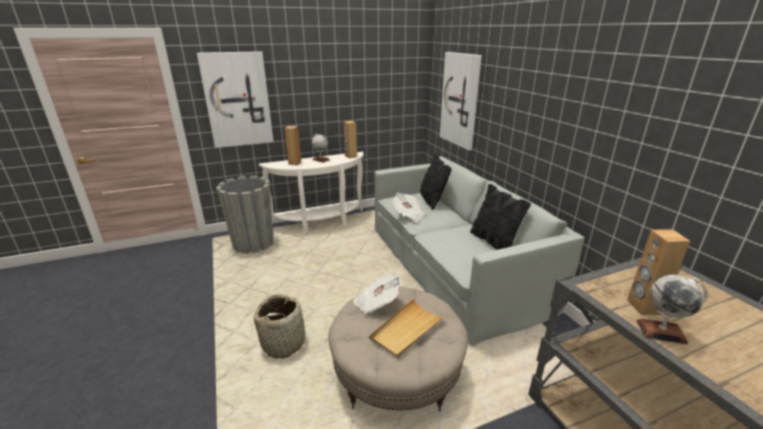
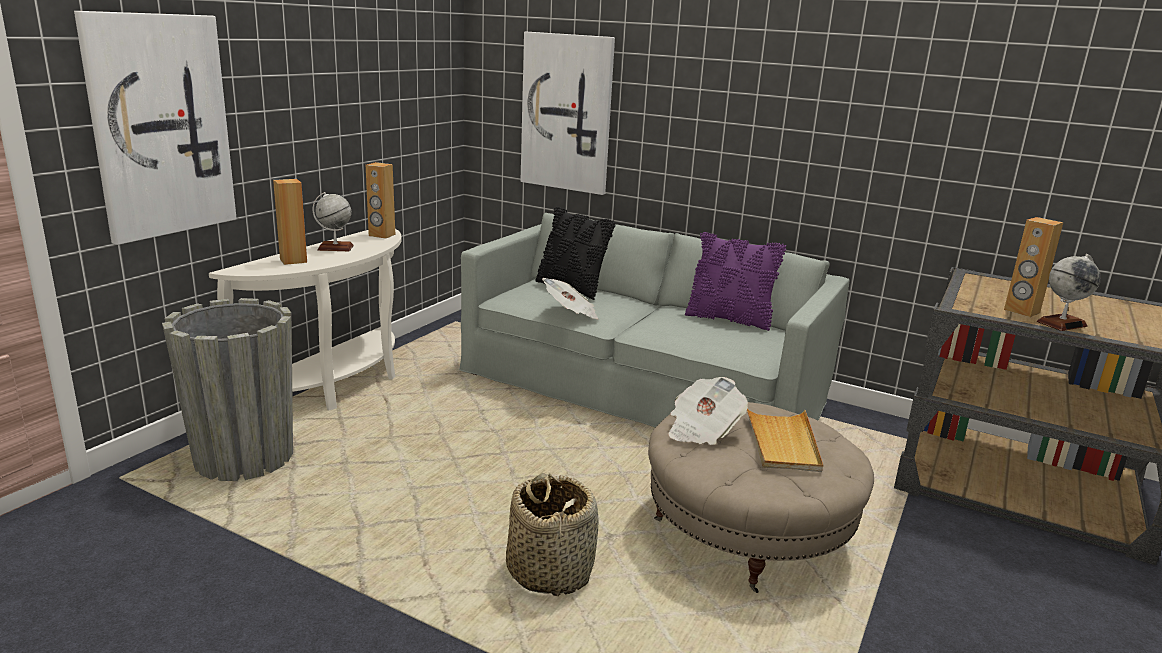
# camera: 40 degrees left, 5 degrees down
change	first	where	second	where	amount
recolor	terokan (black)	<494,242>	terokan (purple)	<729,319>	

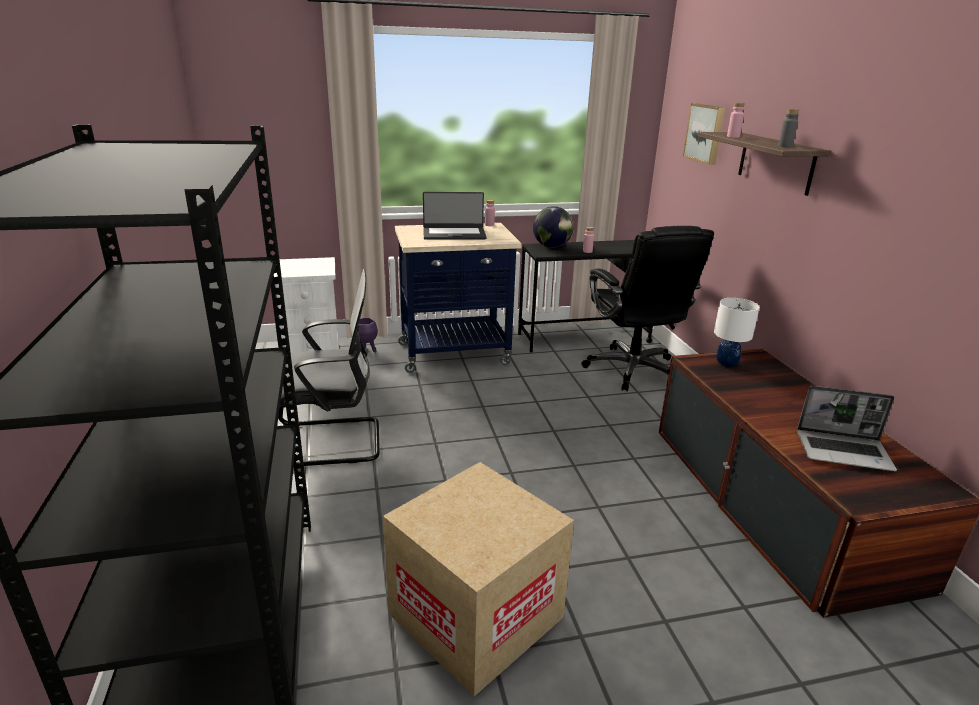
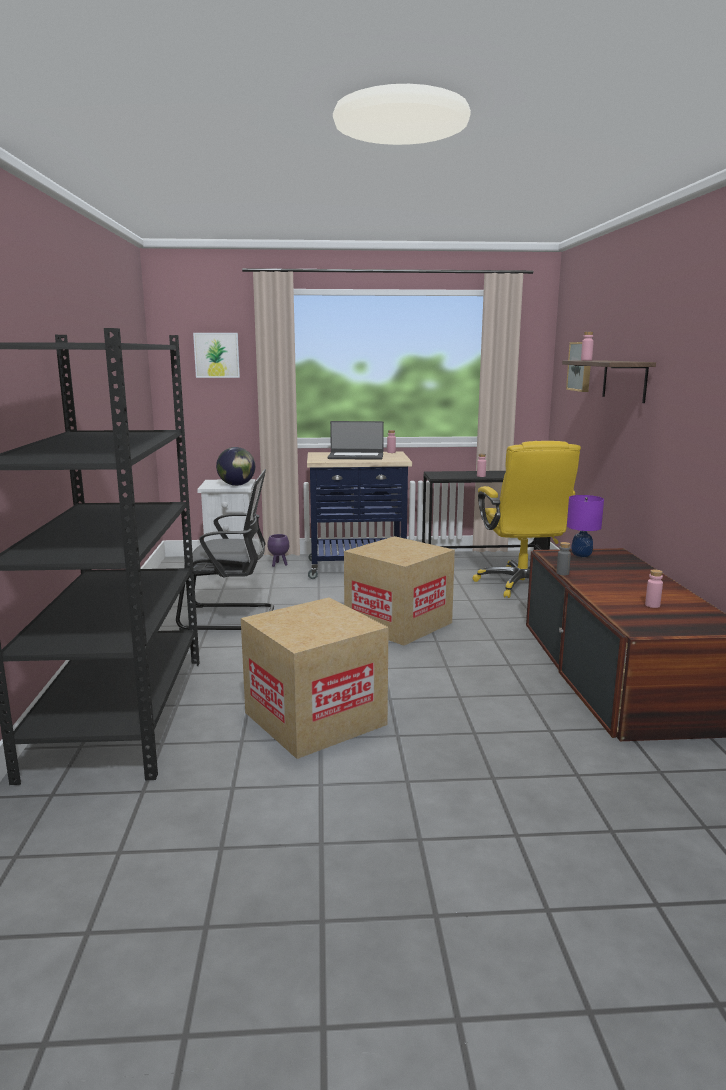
# camera: 10 degrees right, 10 degrees down
change	first	where	second	where	amount
move	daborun	<552,246>		<237,485>	
recolor	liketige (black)	<633,369>	liketige (yellow)	<522,584>	
recolor	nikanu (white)	<727,363>	nikanu (purple)	<582,555>	
move	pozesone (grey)	<785,146>		<562,573>	
replace	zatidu	<844,451>	pozesone (pink)	<652,605>	
insert			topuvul	<216,355>	
insert			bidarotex	<398,623>	

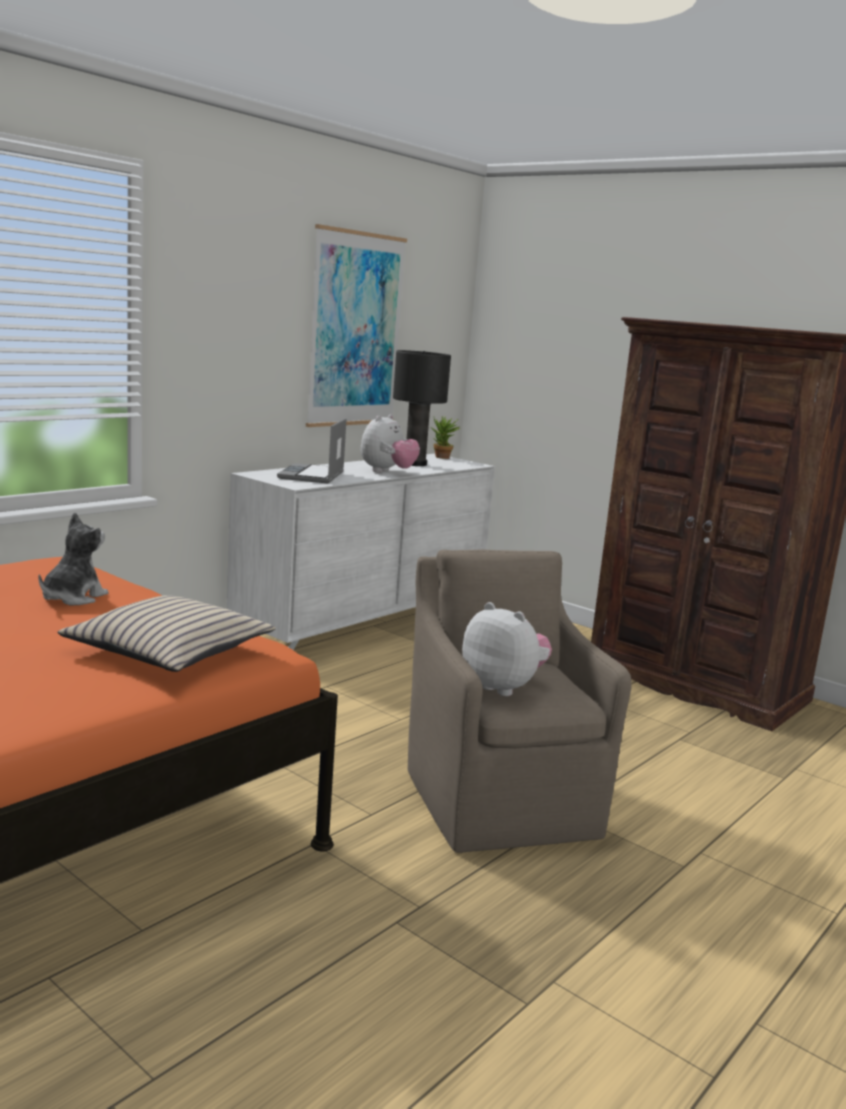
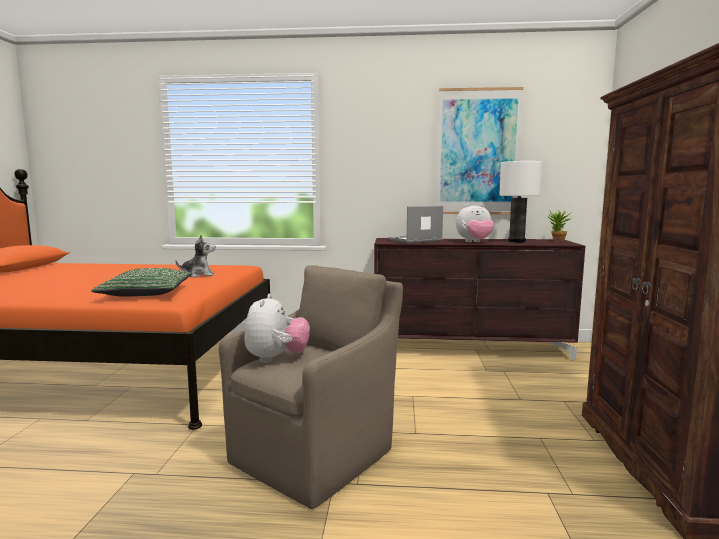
# camera: 55 degrees right, 5 degrees down
change	first	where	second	where	amount
recolor	terokan (beige)	<169,651>	terokan (green)	<146,292>	
recolor	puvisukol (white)	<363,626>	puvisukol (brown)	<469,348>	
recolor	nikanu (black)	<414,464>	nikanu (white)	<516,241>	

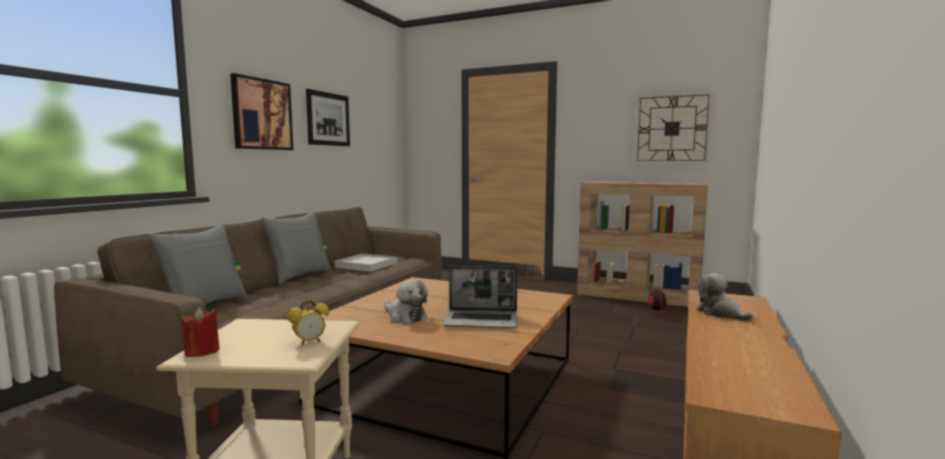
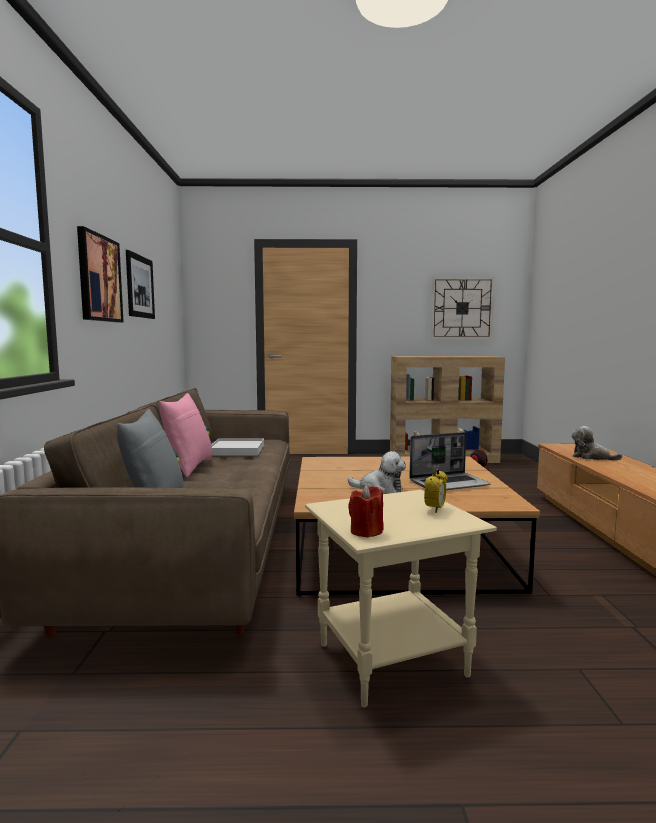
# camera: 25 degrees left, 0 degrees up
change	first	where	second	where	amount
recolor	terokan (grey)	<299,276>	terokan (pink)	<189,468>	

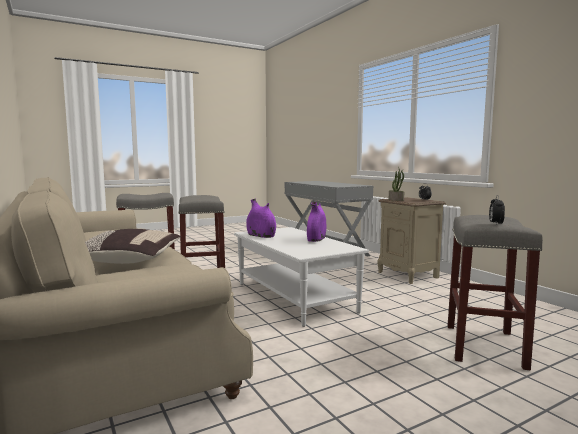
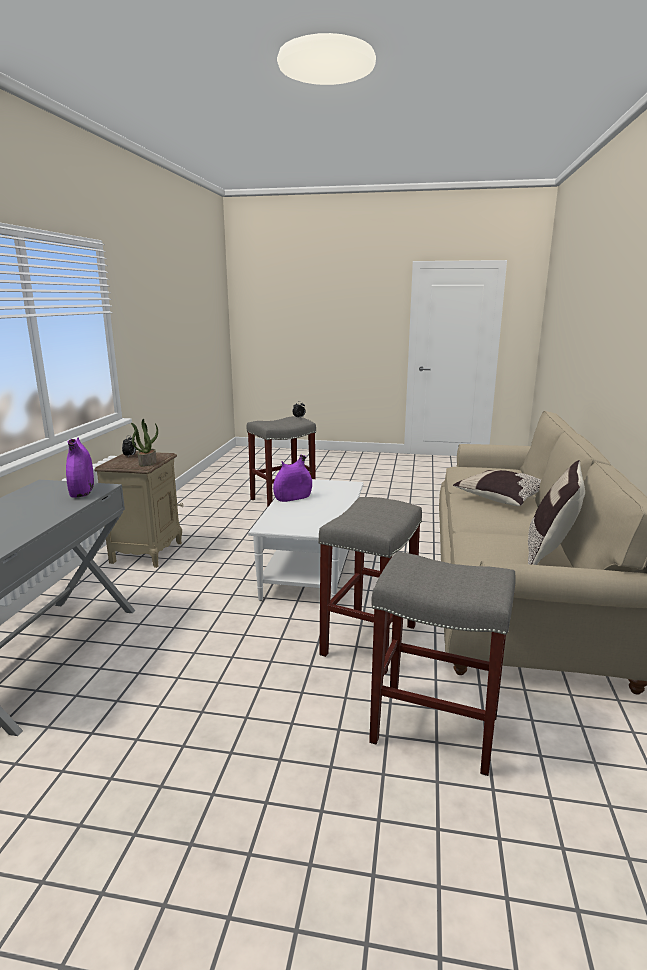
# camera: 140 degrees left, 10 degrees up
change	first	where	second	where	amount
move	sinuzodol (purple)	<261,236>		<82,491>	
insert			terokan	<550,554>	

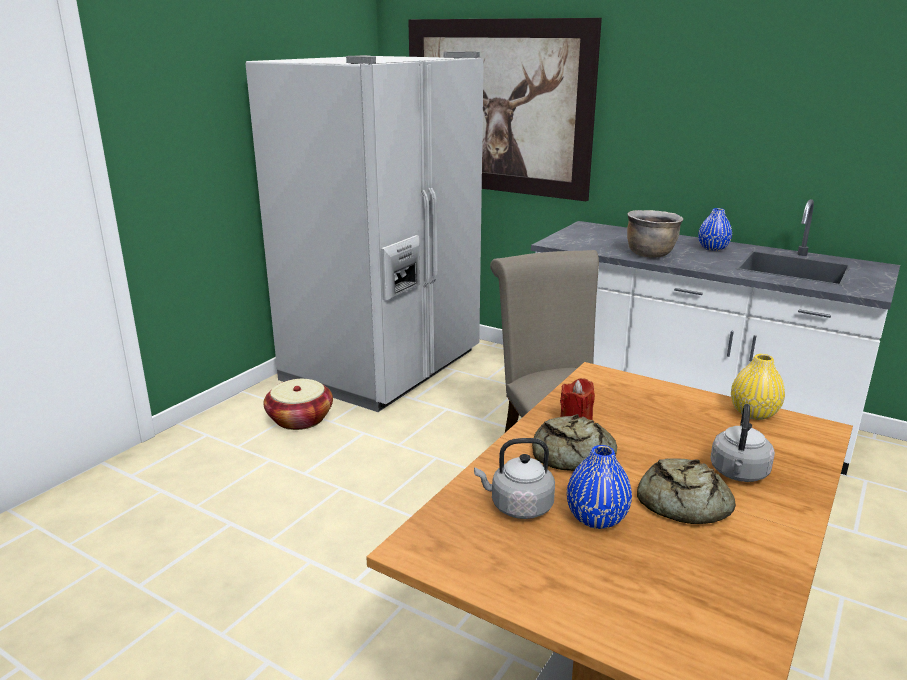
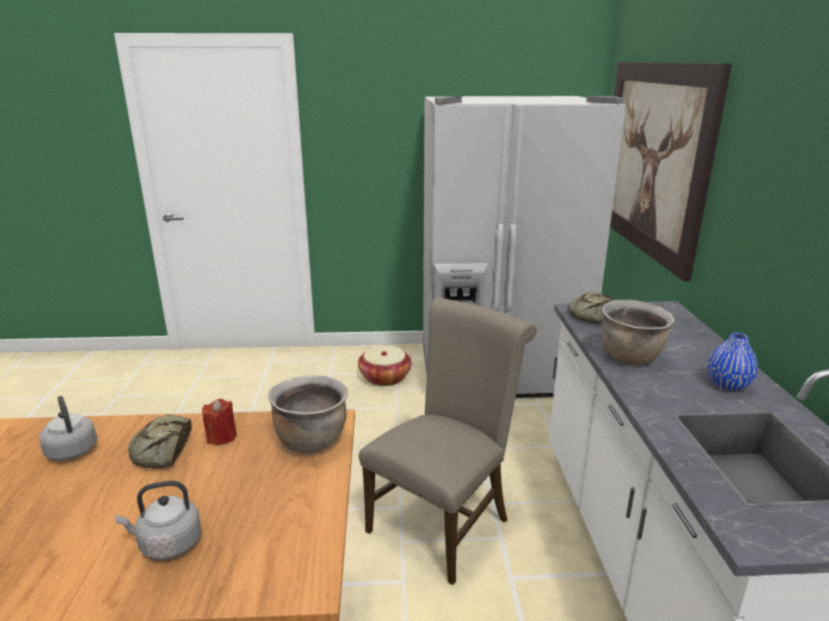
# camera: 55 degrees right, 0 degrees up
change	first	where	second	where	amount
delete	sinuzodol (blue)	<596,518>			
move	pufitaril	<681,502>		<590,315>	
delete	sinuzodol (yellow)	<754,413>			
insert			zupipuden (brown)	<311,441>	

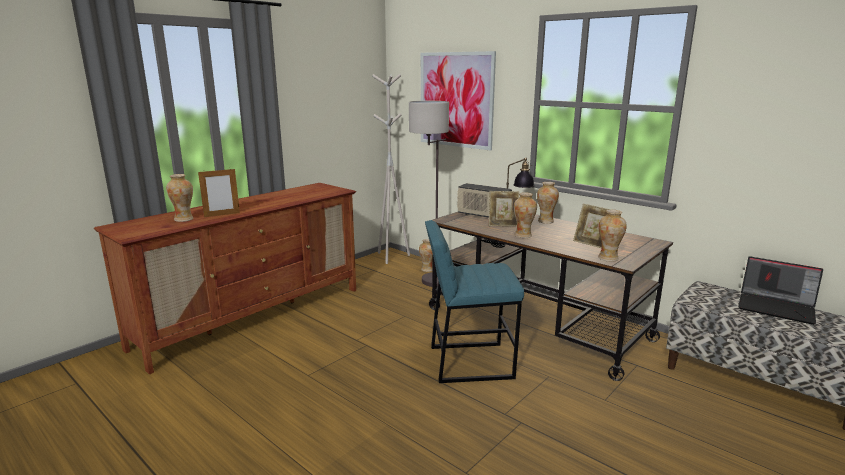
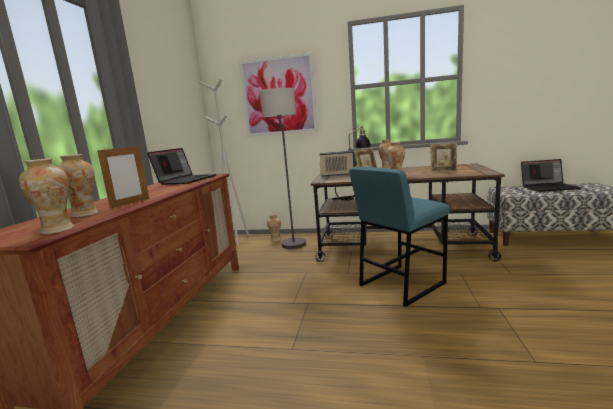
# camera: 30 degrees left, 5 degrees down
change	first	where	second	where	amount
move	sinuzodol	<608,258>		<57,230>	
insert			zatidu	<186,180>	

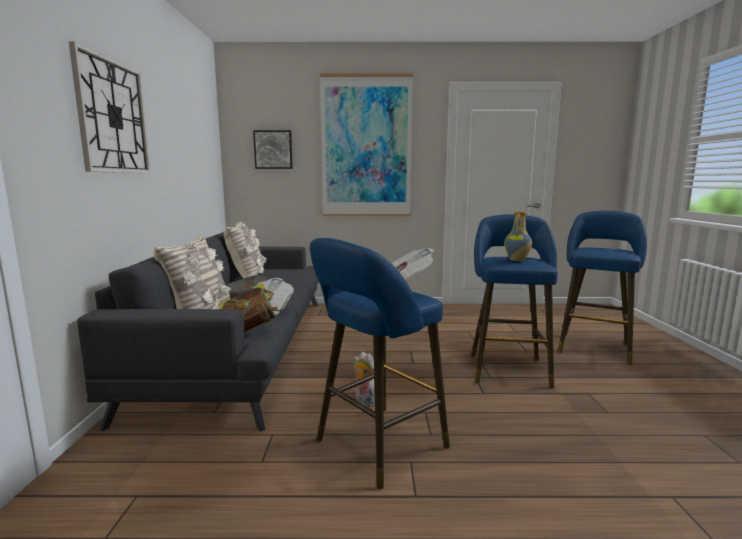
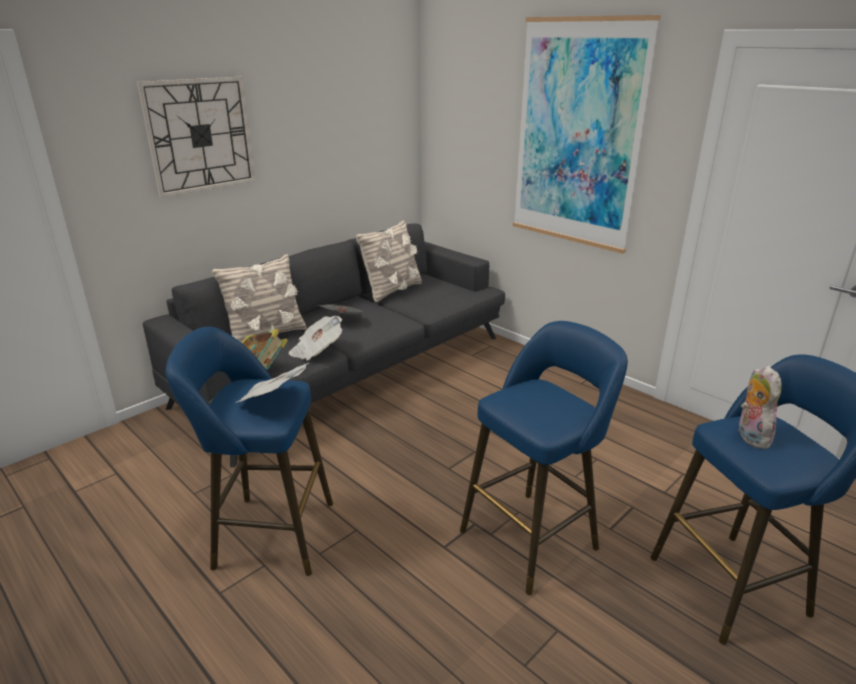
# camera: 45 degrees right, 15 degrees up
change	first	where	second	where	amount
delete	topuvul	<273,149>			
move	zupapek	<364,401>		<749,436>	
delete	sinuzodol	<517,260>			

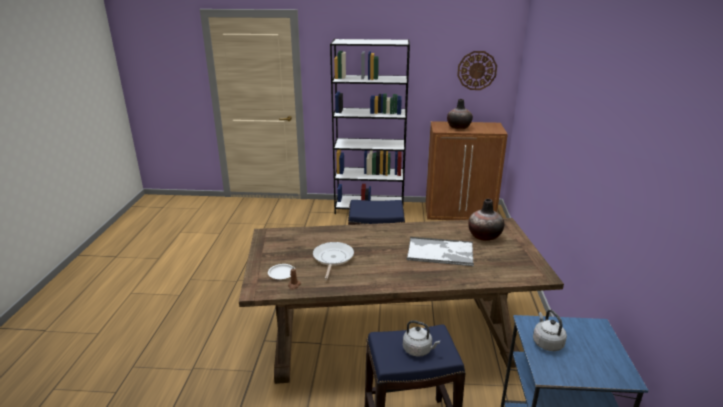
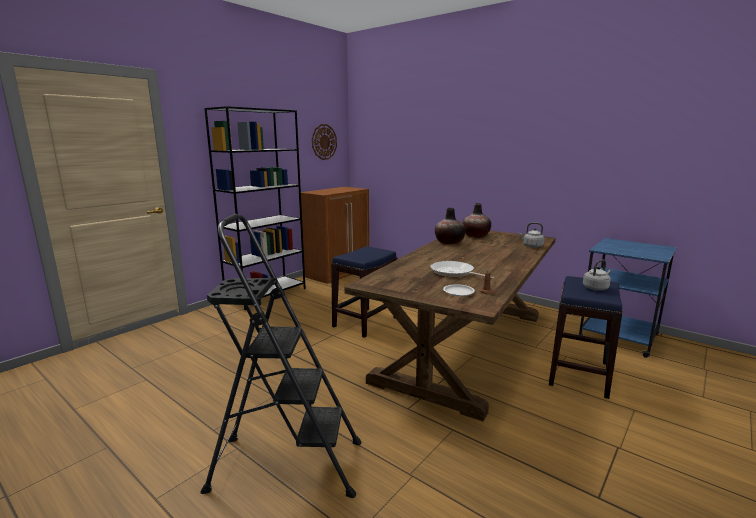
# camera: 55 degrees left, 10 degrees down
change	first	where	second	where	amount
delete	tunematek	<441,252>			
move	sinuzodol	<458,127>		<449,242>	
move	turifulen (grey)	<546,342>		<531,246>	
insert			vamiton	<284,464>	

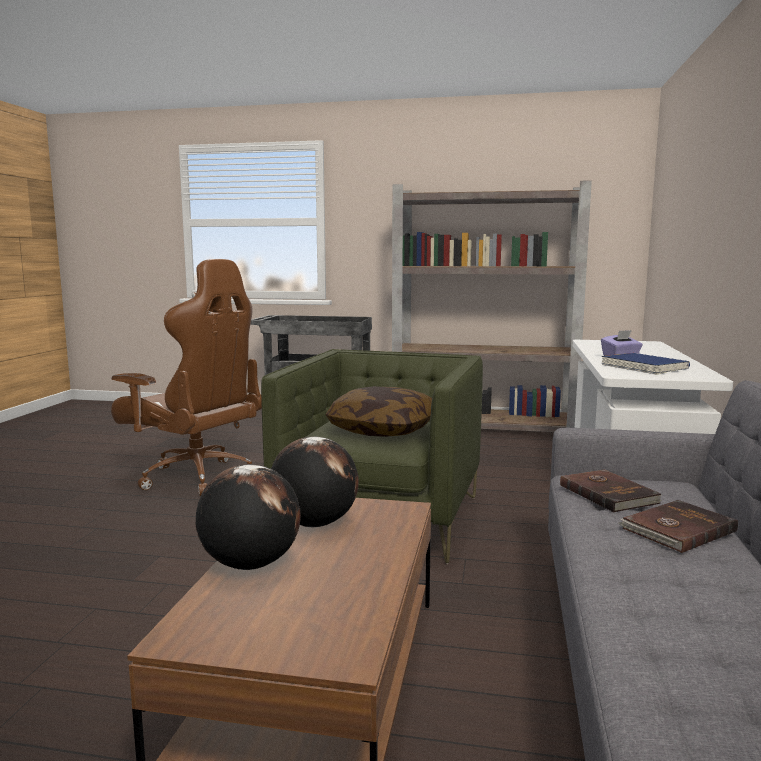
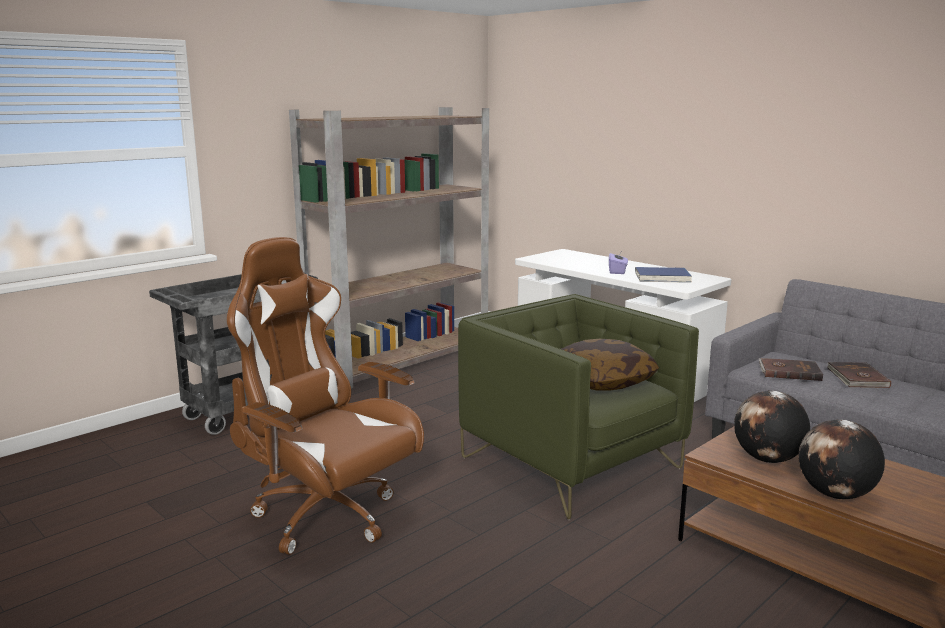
# camera: 55 degrees left, 5 degrees up
change	first	where	second	where	amount
rotate	liketige (brown)	<192,476>		<332,519>	120 degrees counterclockwise

